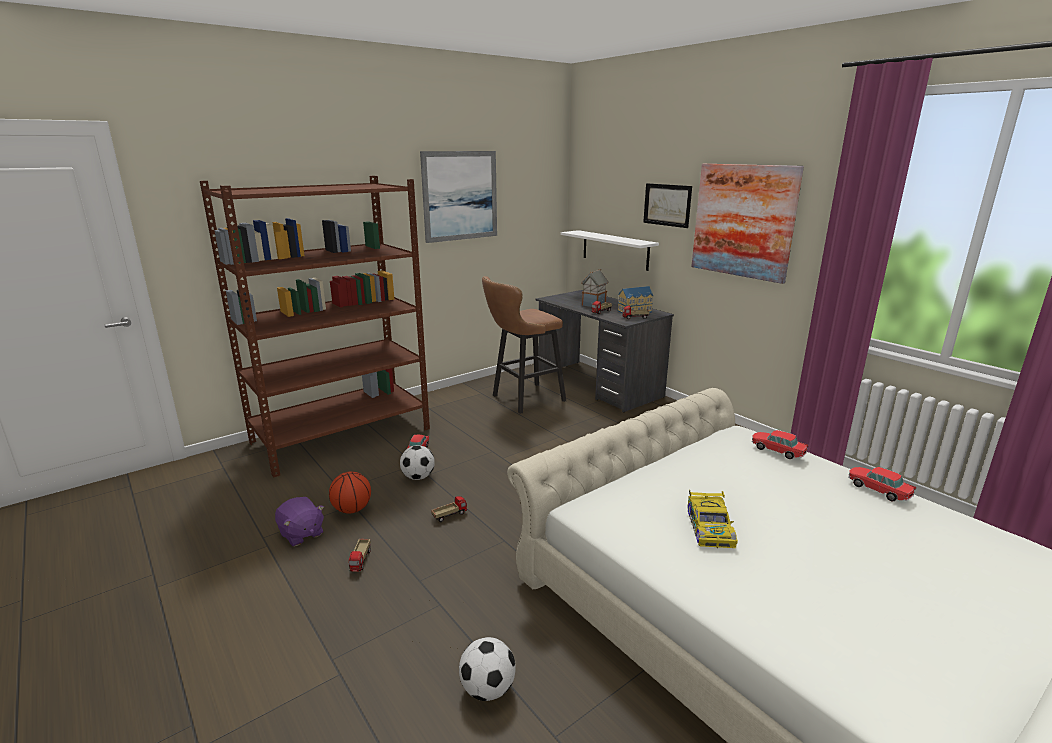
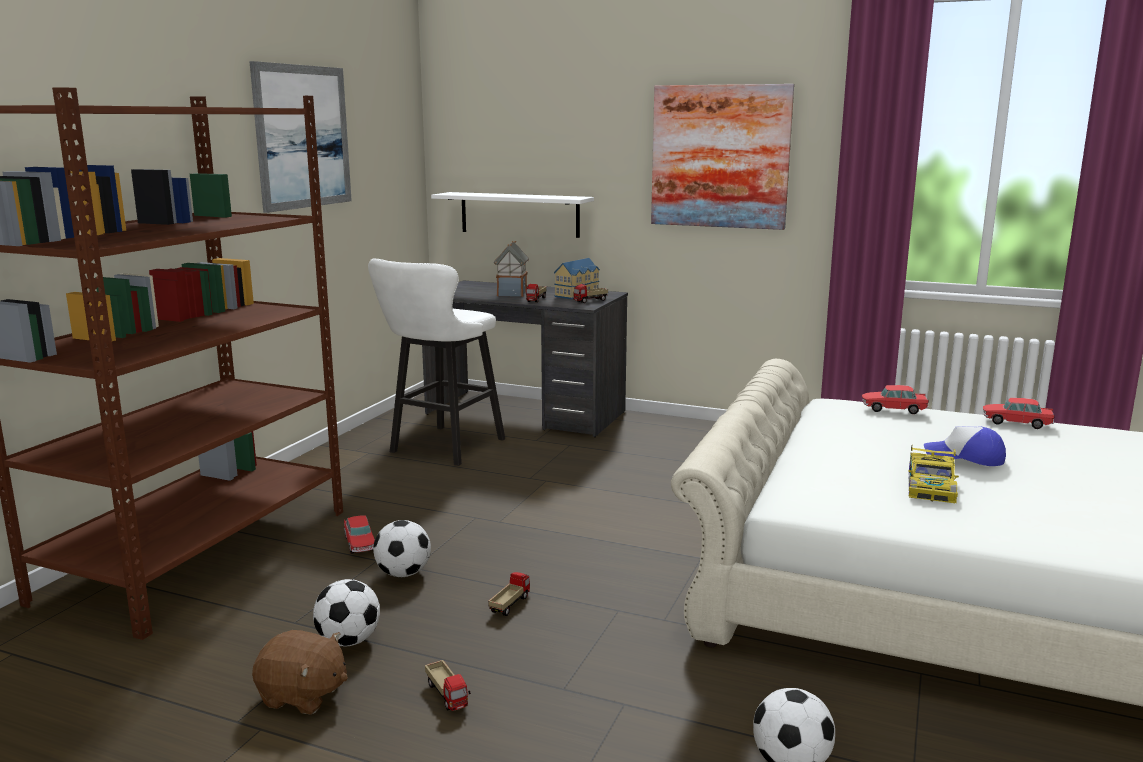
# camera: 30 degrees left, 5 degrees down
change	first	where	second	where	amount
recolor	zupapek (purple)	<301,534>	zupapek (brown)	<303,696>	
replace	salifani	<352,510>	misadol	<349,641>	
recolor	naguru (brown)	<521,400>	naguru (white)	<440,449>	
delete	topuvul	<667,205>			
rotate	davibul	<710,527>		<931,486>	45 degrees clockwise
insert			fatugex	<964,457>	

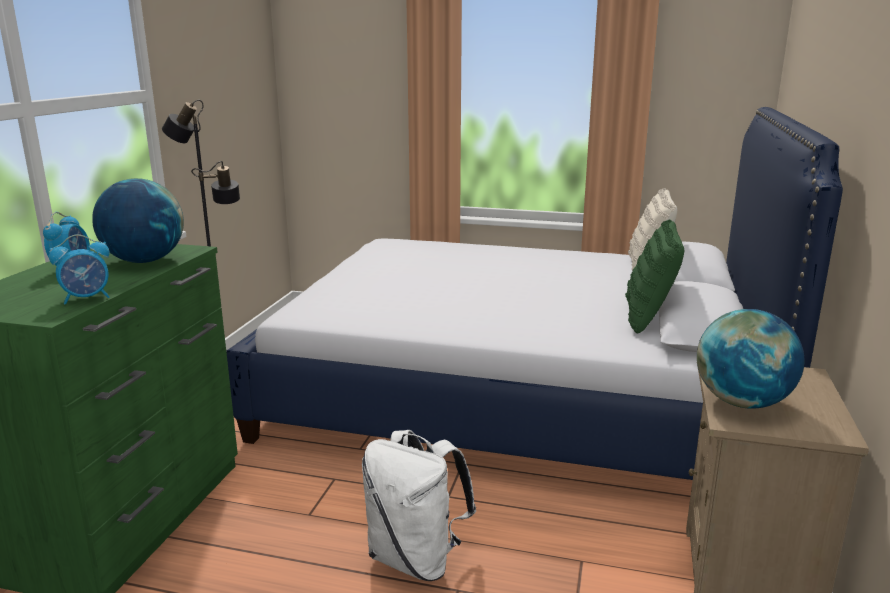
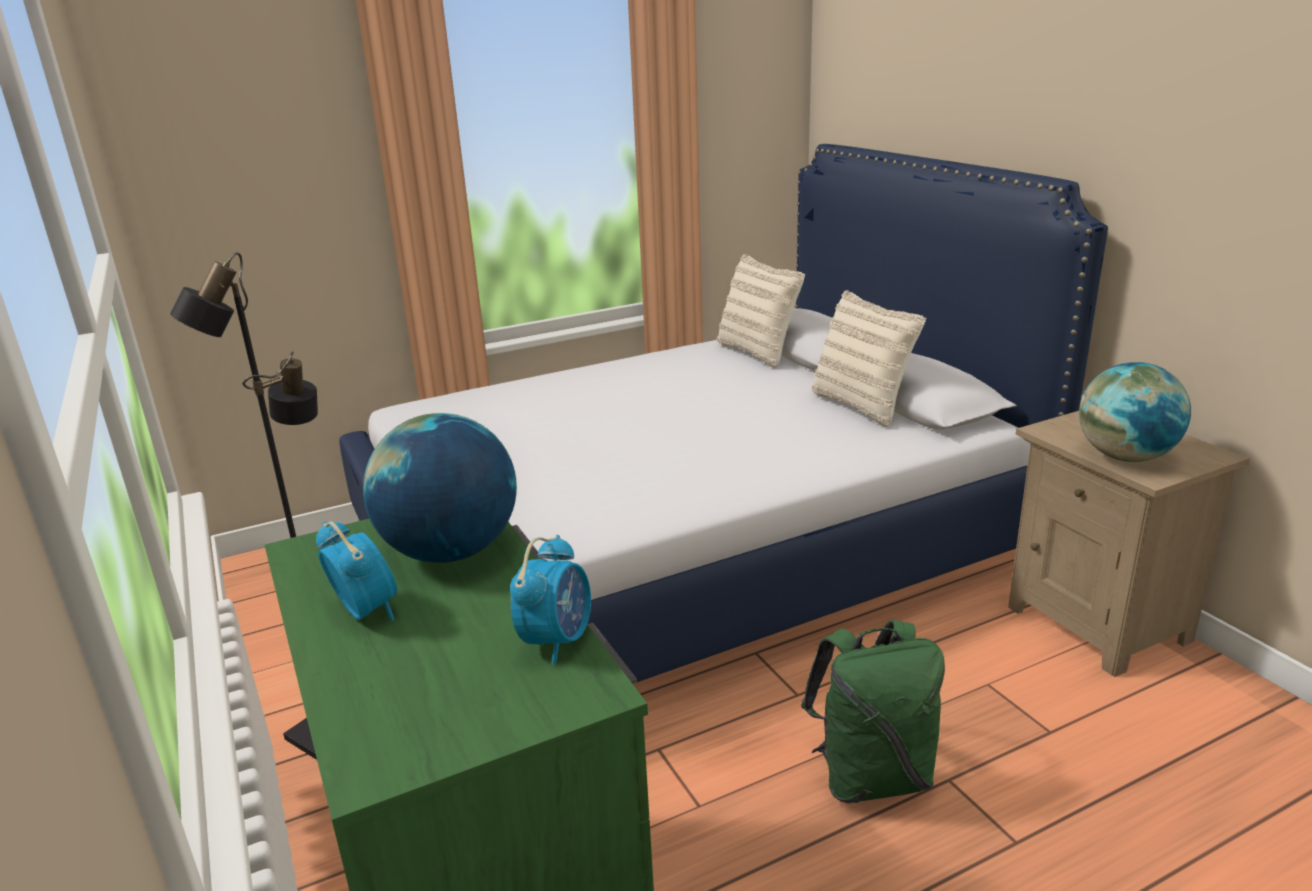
# camera: 40 degrees left, 5 degrees up
change	first	where	second	where	amount
recolor	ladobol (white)	<416,559>	ladobol (green)	<871,776>	
recolor	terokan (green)	<648,318>	terokan (beige)	<862,407>	

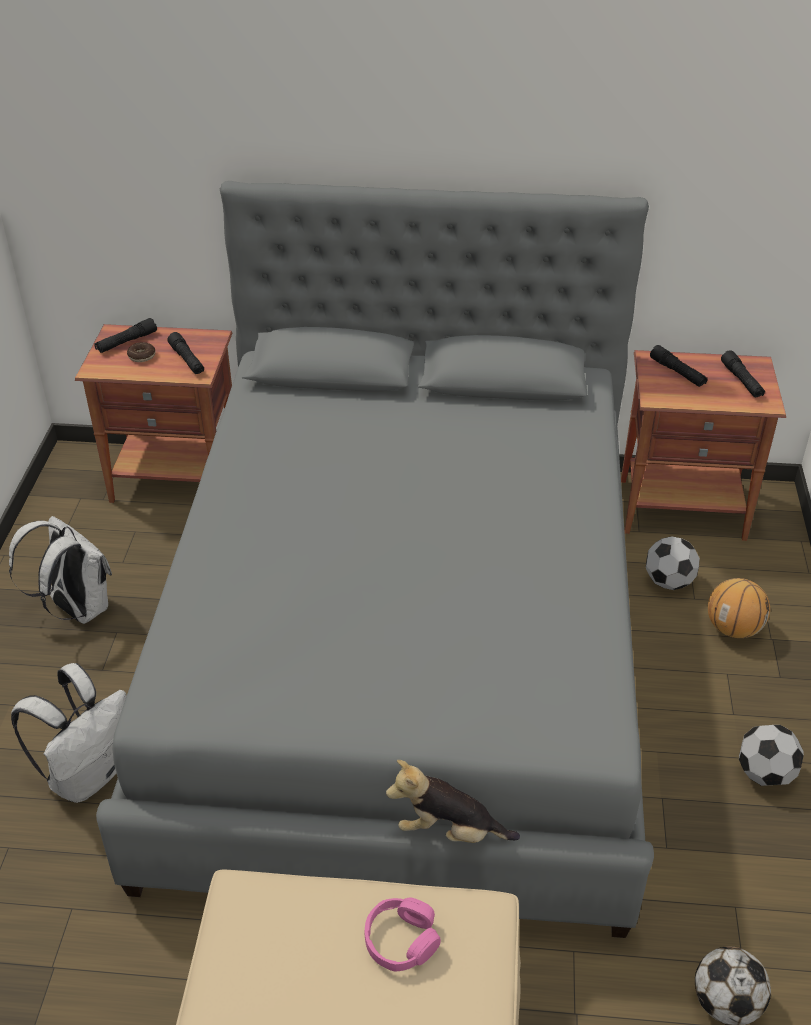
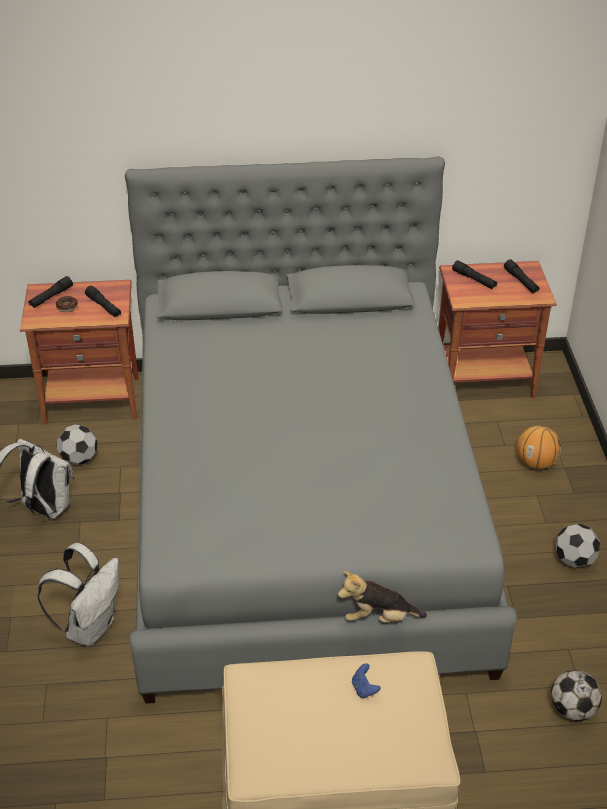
# camera: 10 degrees left, 0 degrees up
change	first	where	second	where	amount
replace	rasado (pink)	<401,940>	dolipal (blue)	<364,688>	
move	misadol	<668,582>		<79,459>	

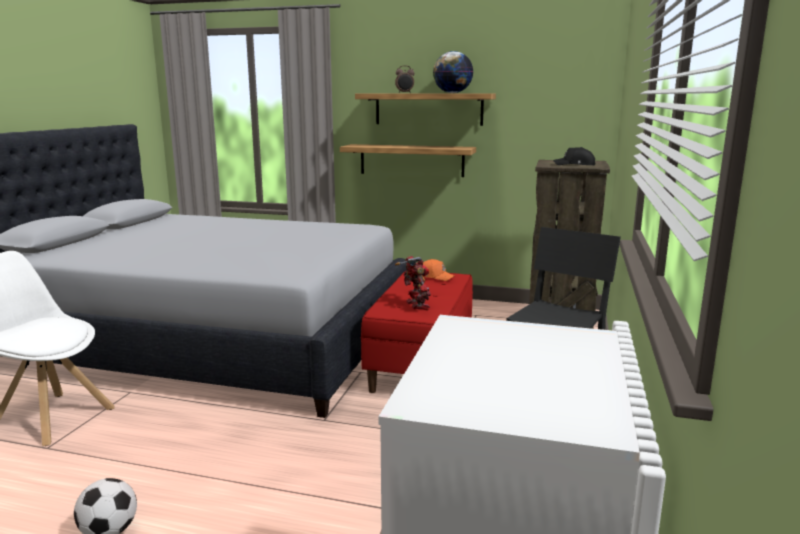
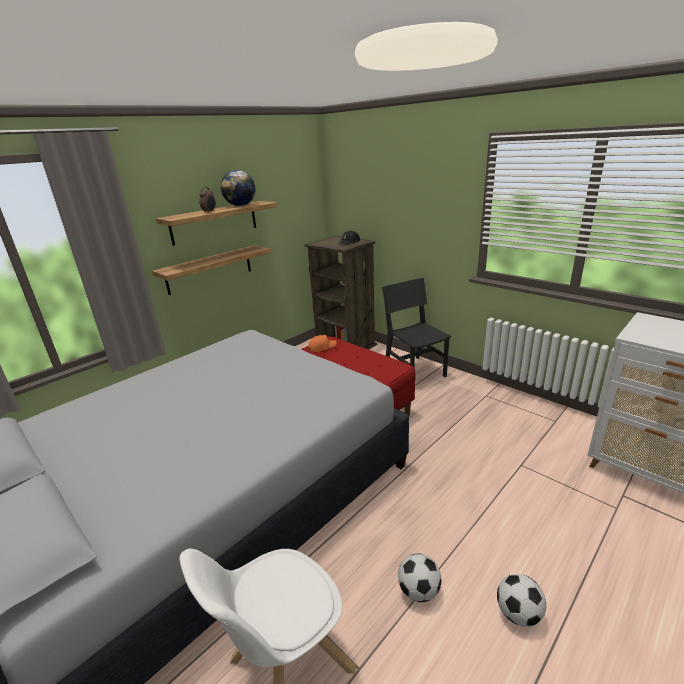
# camera: 60 degrees left, 10 degrees up
change	first	where	second	where	amount
delete	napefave	<415,305>			
insert			misadol	<418,591>	

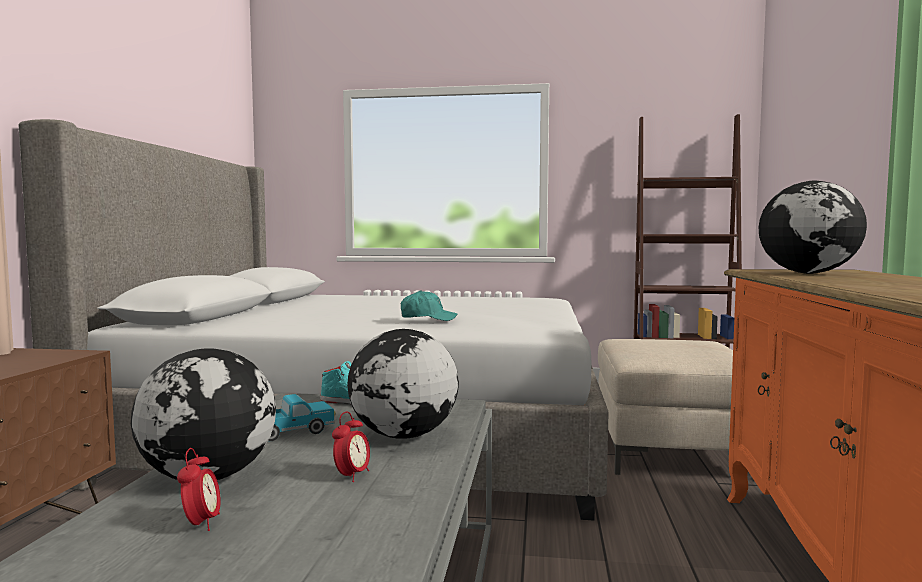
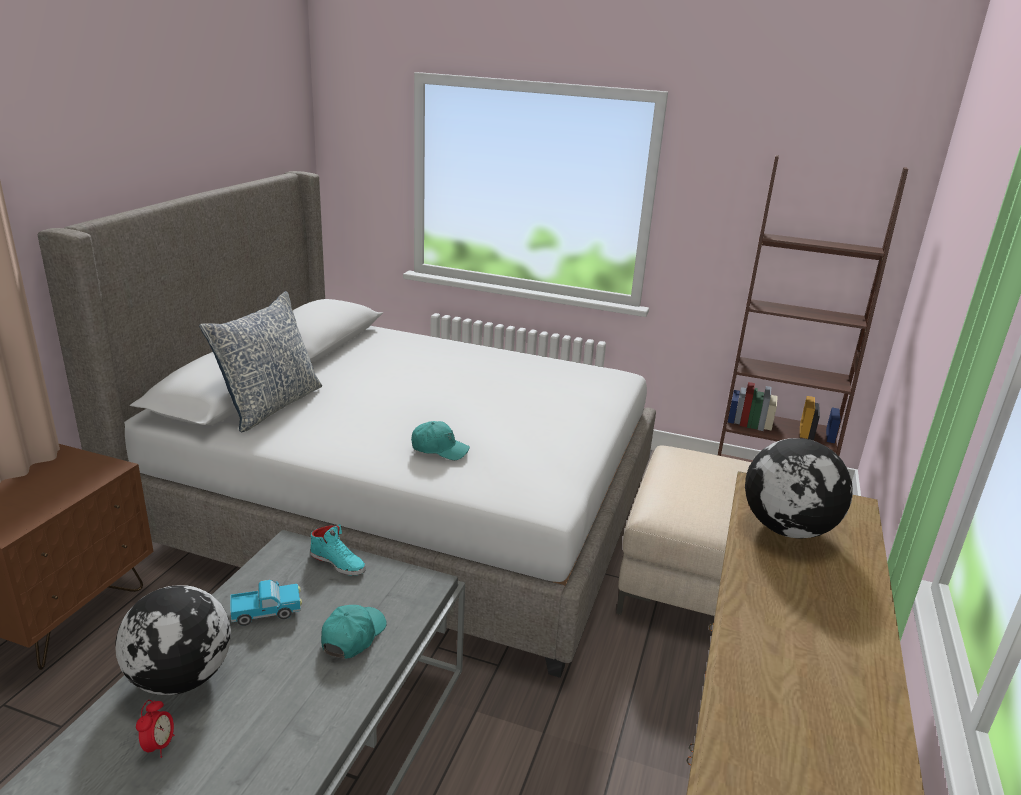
# camera: 10 degrees right, 20 degrees up
change	first	where	second	where	amount
delete	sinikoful	<352,476>			
replace	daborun	<402,436>	fatugex (turquoise)	<353,636>	
insert			terokan	<270,405>	

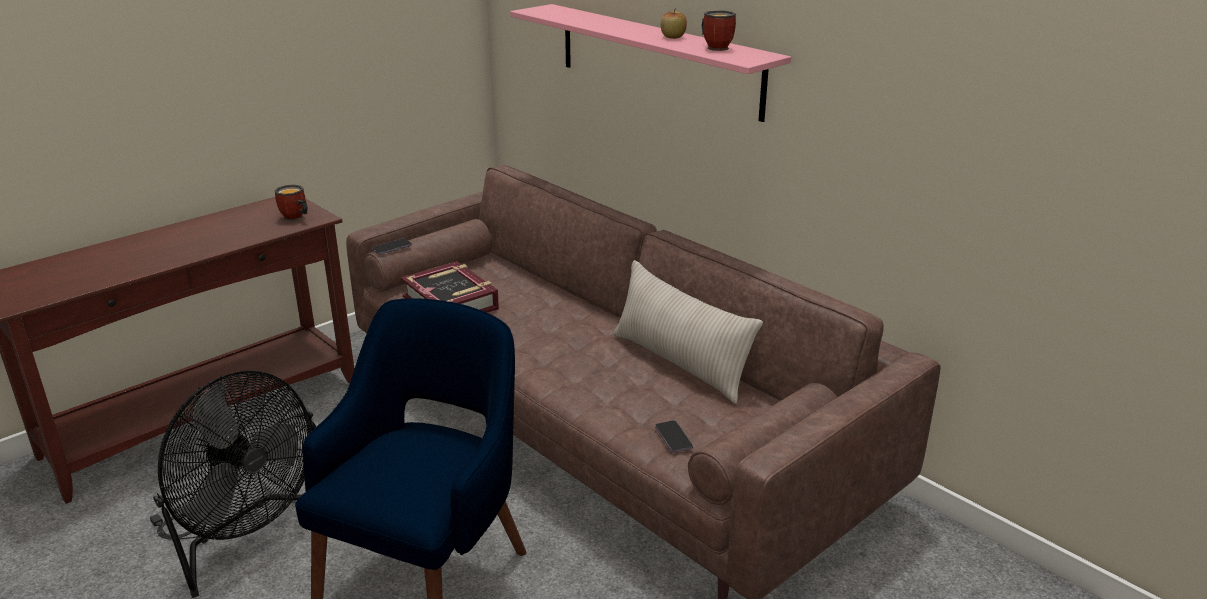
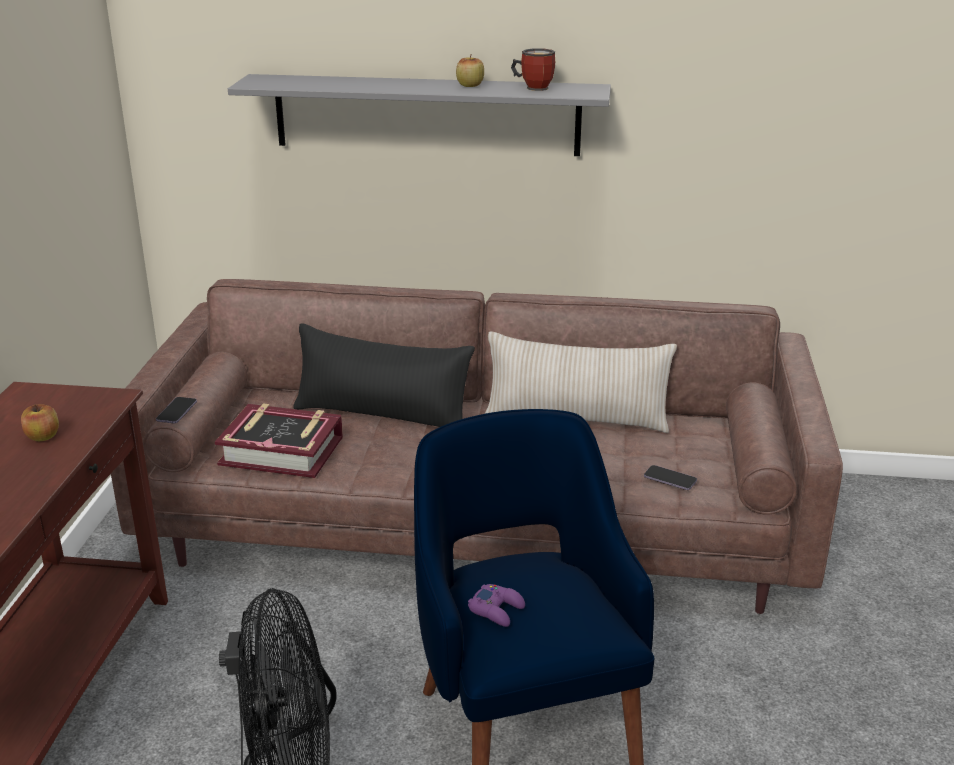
# camera: 40 degrees left, 0 degrees up
change	first	where	second	where	amount
delete	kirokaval	<294,219>			
recolor	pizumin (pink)	<657,59>	pizumin (grey)	<426,115>	
insert			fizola	<43,436>	
insert			terokan (black)	<382,415>	
insert			dolipal (purple)	<497,610>	

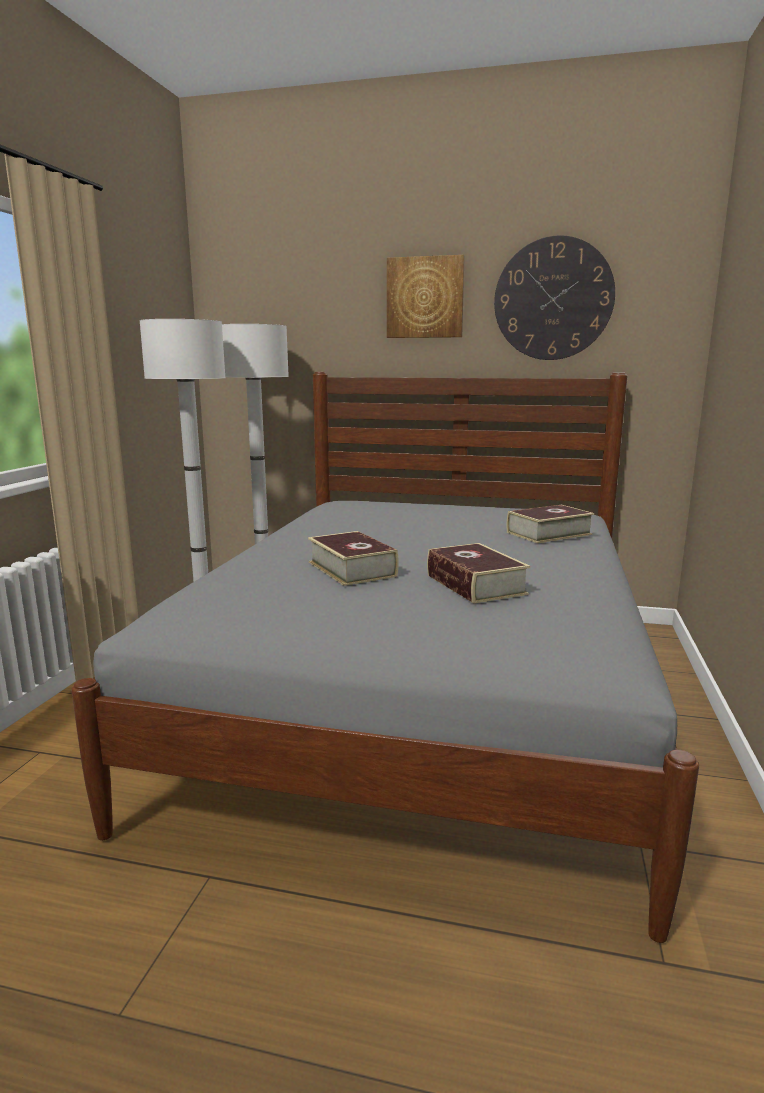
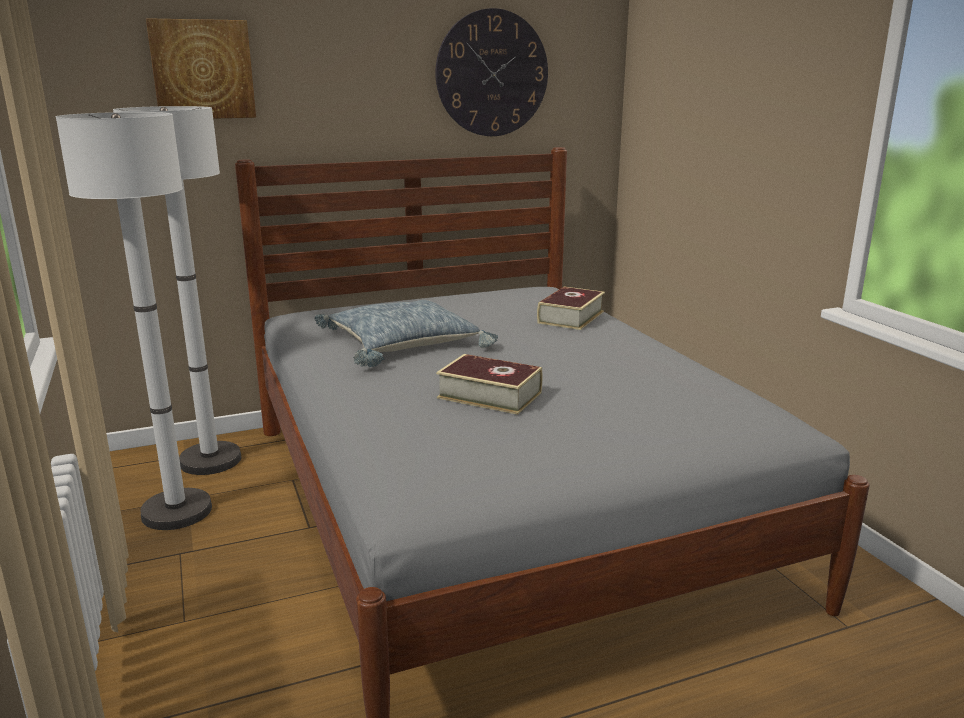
# camera: 35 degrees left, 5 degrees up
change	first	where	second	where	amount
move	topuvul	<425,298>		<202,69>	
delete	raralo	<475,584>			
insert			terokan	<402,340>	

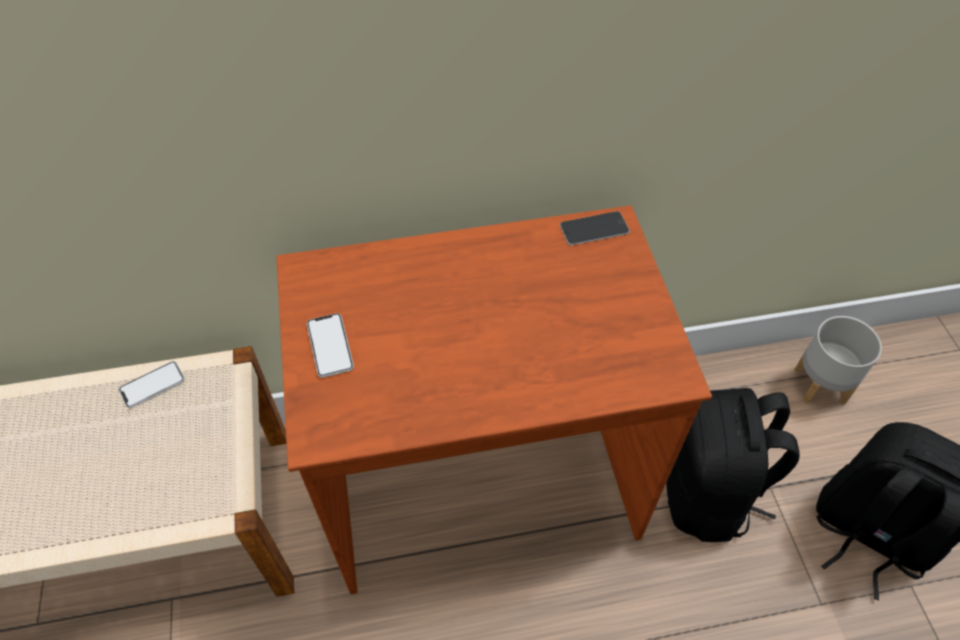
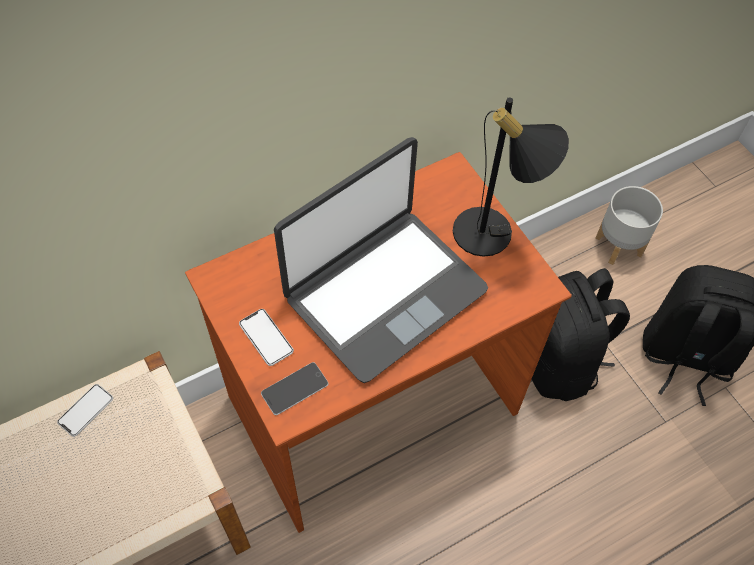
# camera: 20 degrees left, 5 degrees up
change	first	where	second	where	amount
move	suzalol	<594,228>		<294,388>	
insert			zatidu	<384,293>	
insert			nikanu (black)	<494,235>	

